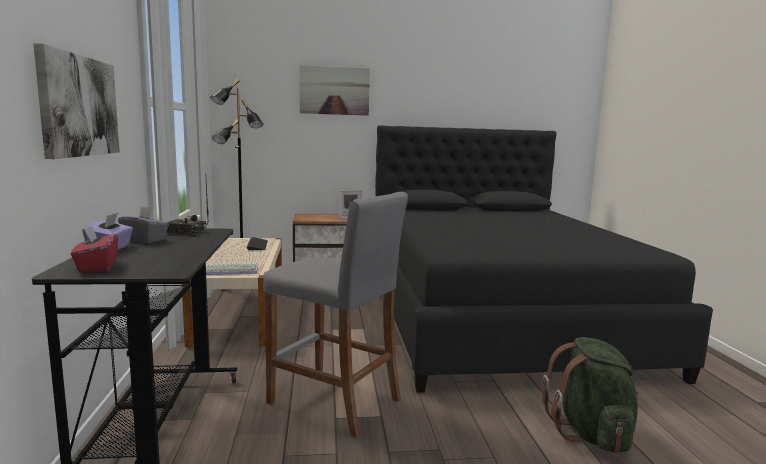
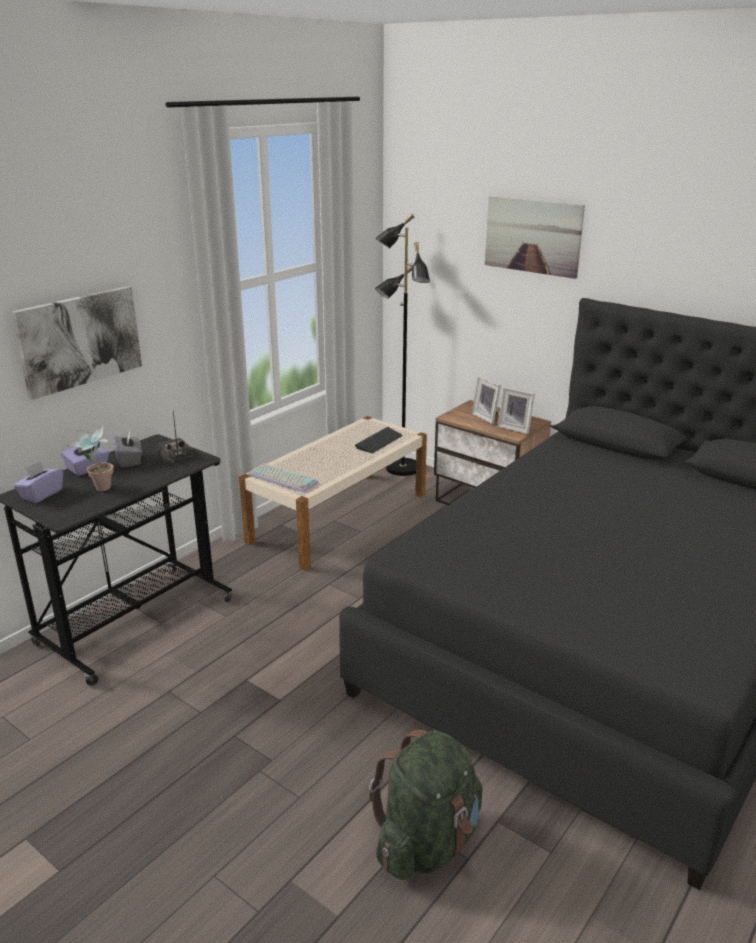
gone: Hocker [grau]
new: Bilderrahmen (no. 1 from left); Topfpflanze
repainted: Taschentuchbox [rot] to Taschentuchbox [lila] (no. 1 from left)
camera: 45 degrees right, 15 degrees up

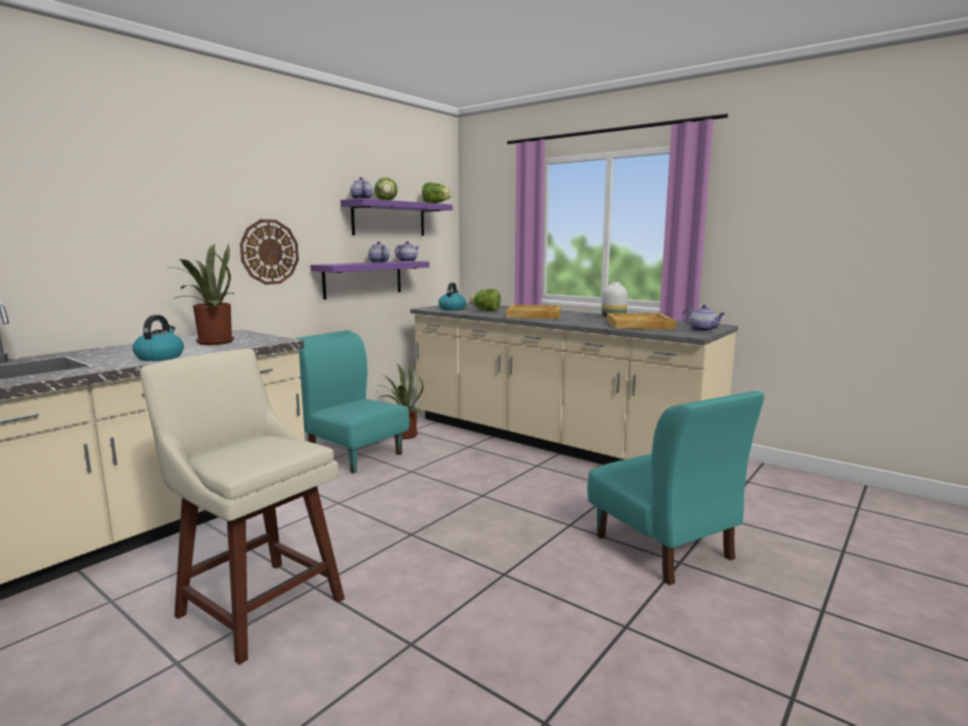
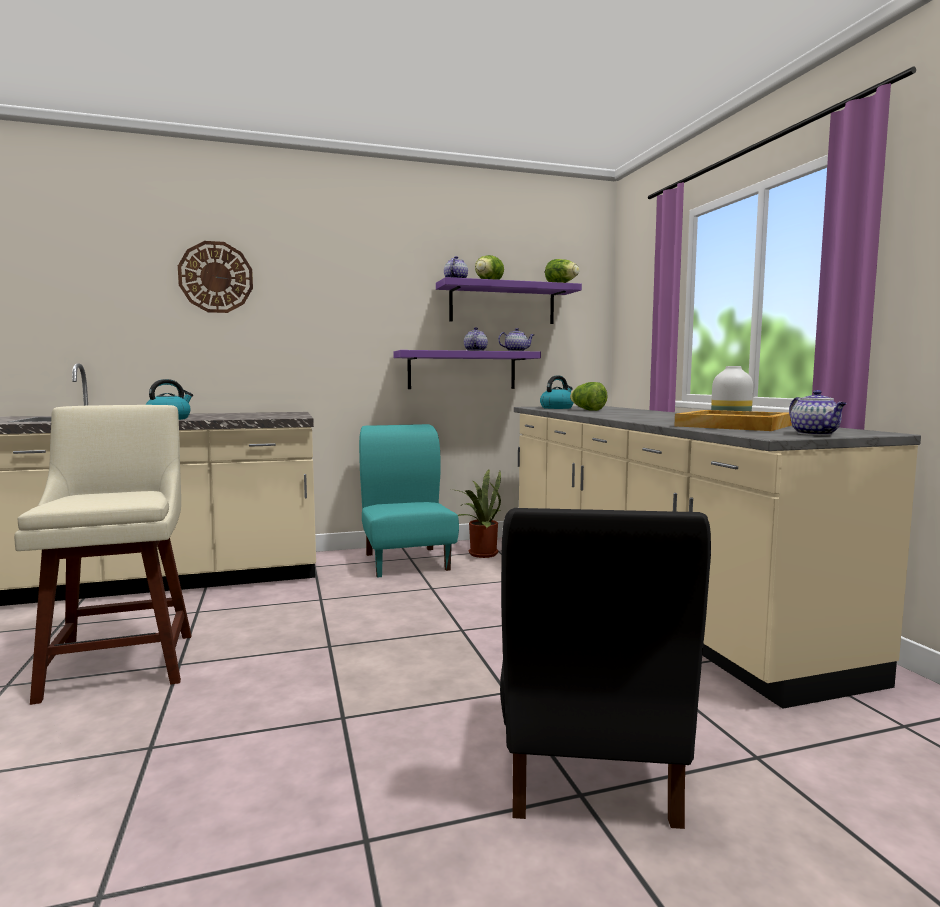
gone: Topfpflanze (no. 1 from left); Tablett [beige] (no. 1 from left)
shifted: Wanduhr
repainted: Stuhl [türkis] (no. 2 from left) to Stuhl [schwarz]
camera: 35 degrees right, 5 degrees down

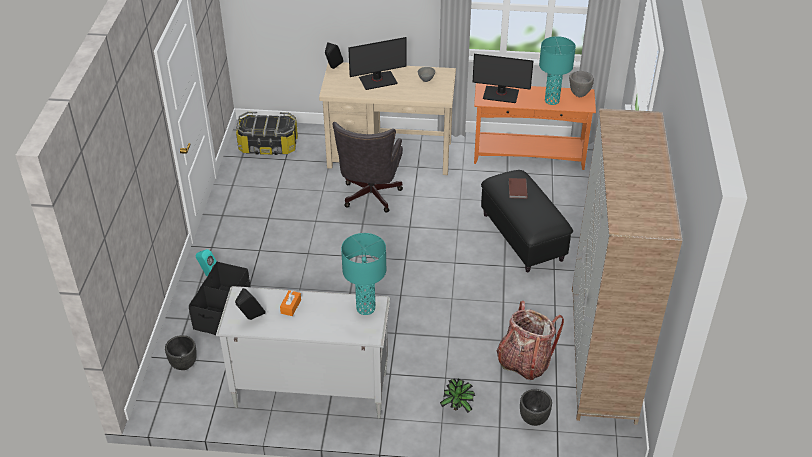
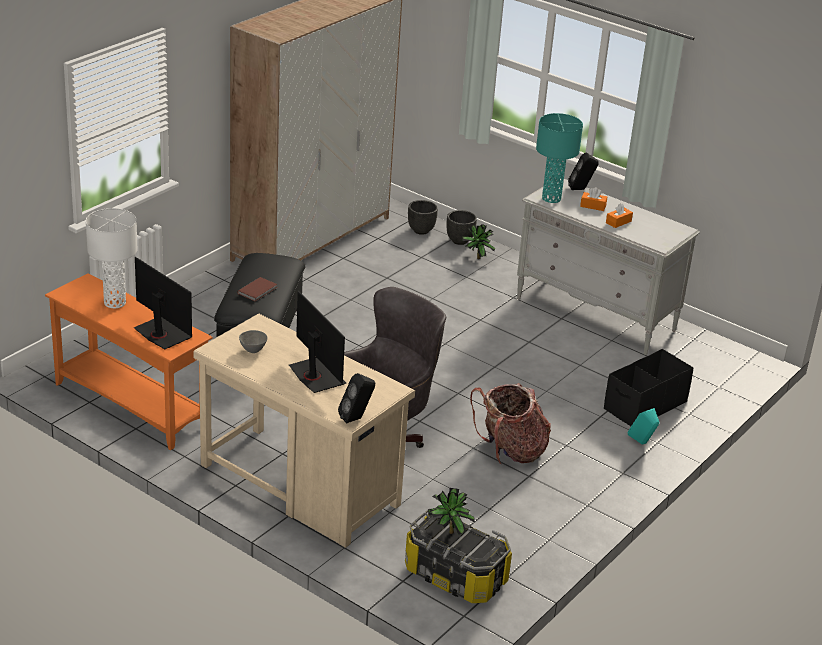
gone: Schüssel [grau] (no. 2 from left)
new: Taschentuchbox [orange] (no. 1 from left); Topfpflanze (no. 1 from left)
shifted: Lautsprecher [schwarz] (no. 1 from left in the first image) to Lautsprecher [schwarz] (no. 2 from left); Rucksack; Pflanzkübel [schwarz] (no. 1 from left in the first image) to Pflanzkübel [schwarz] (no. 2 from left)
repainted: Tischlampe [türkis] (no. 2 from left) to Tischlampe [weiß]
rotated: Monitor (no. 1 from left in the first image) 45 degrees clockwise
camera: 150 degrees left, 10 degrees down

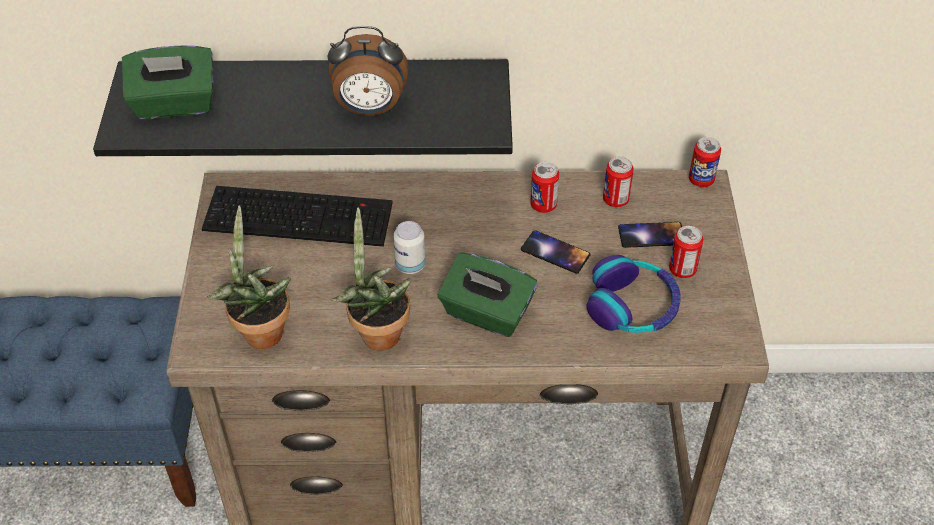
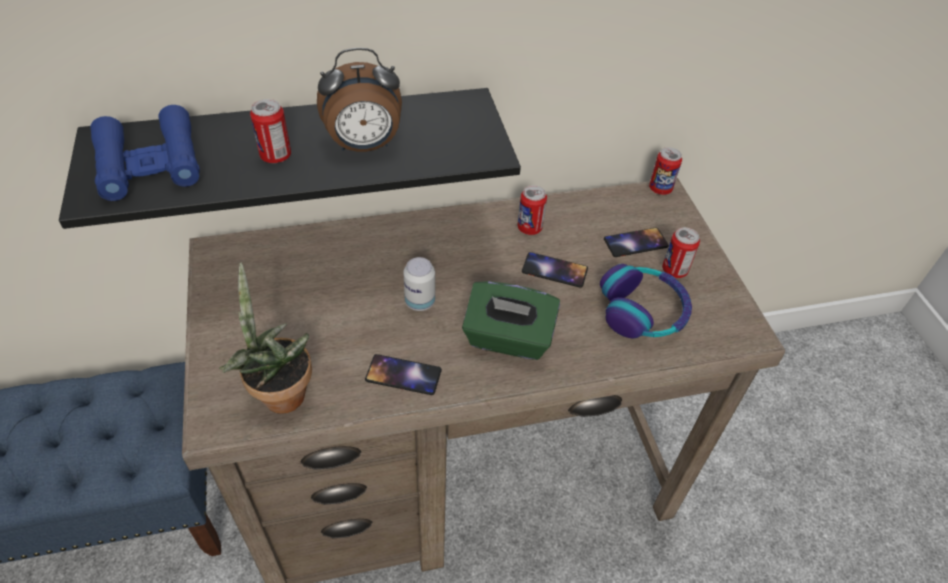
gone: Tastatur
shifted: Dose (no. 3 from left in the first image) to Dose (no. 1 from left)
swapped: Taschentuchbox [grün] (no. 1 from left) to Fernglas [blau]; Topfpflanze (no. 2 from left) to Handy (no. 1 from left)
camera: 15 degrees left, 0 degrees up

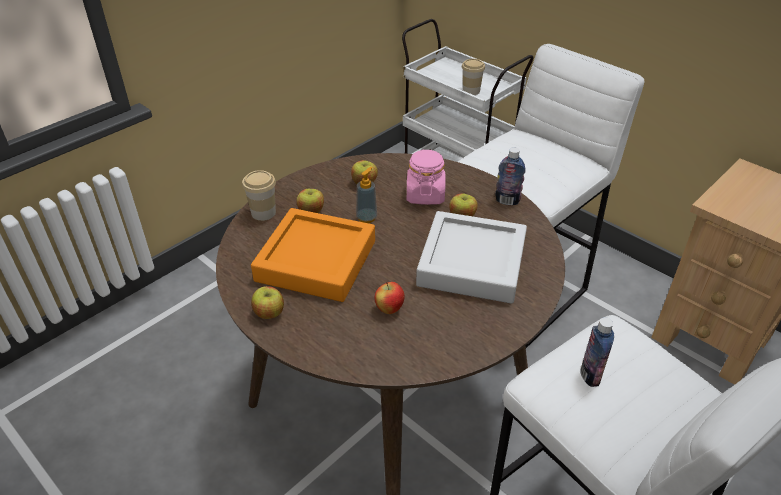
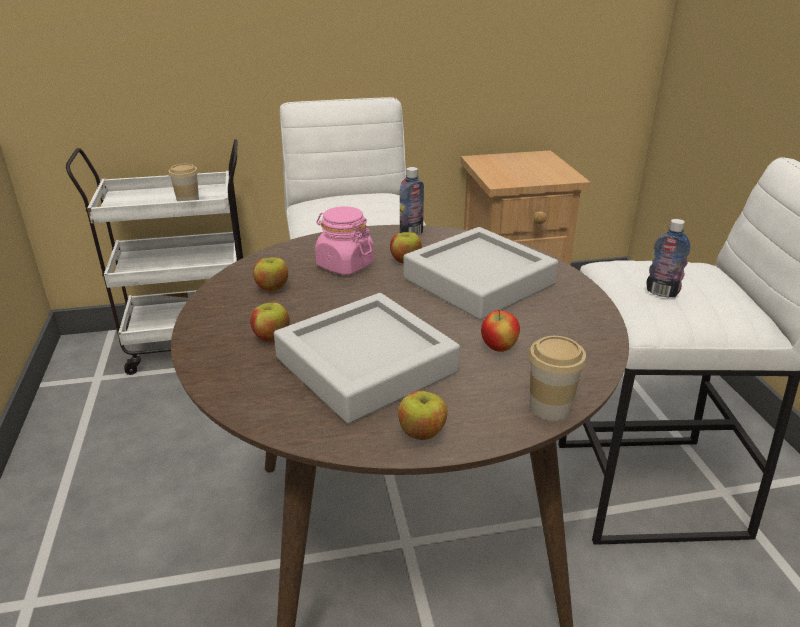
gone: Seifenspender
shifted: Tasse (no. 1 from left in the first image) to Tasse (no. 2 from left)
repainted: Tablett [orange] to Tablett [grau] (no. 1 from left)
camera: 55 degrees left, 10 degrees down

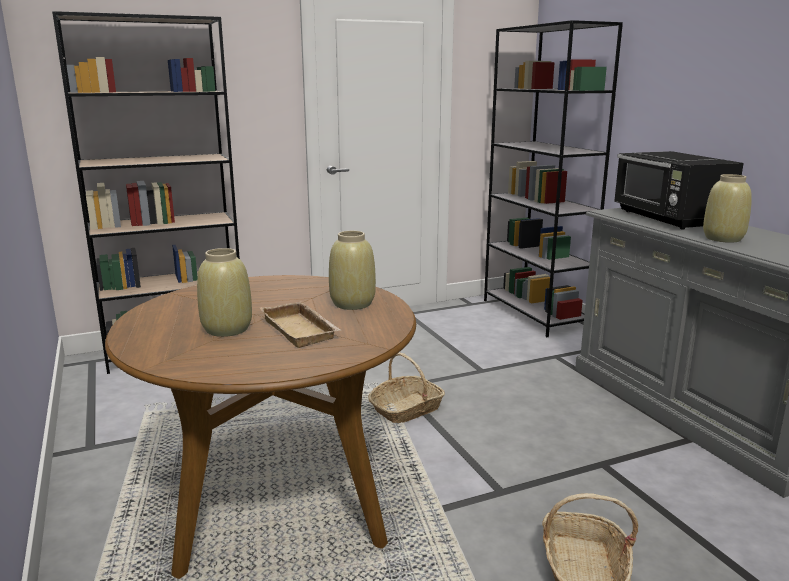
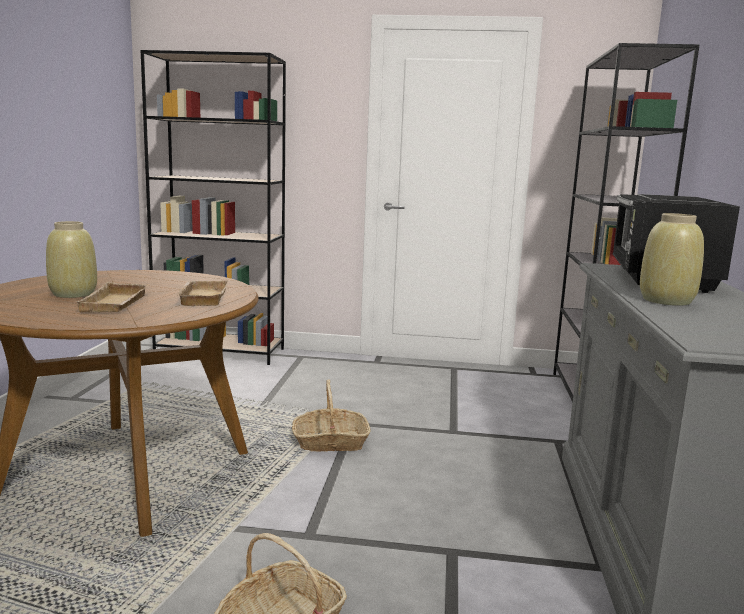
swapped: Vase [beige] (no. 2 from left) to Tablett [beige] (no. 2 from left)
camera: 30 degrees right, 5 degrees down

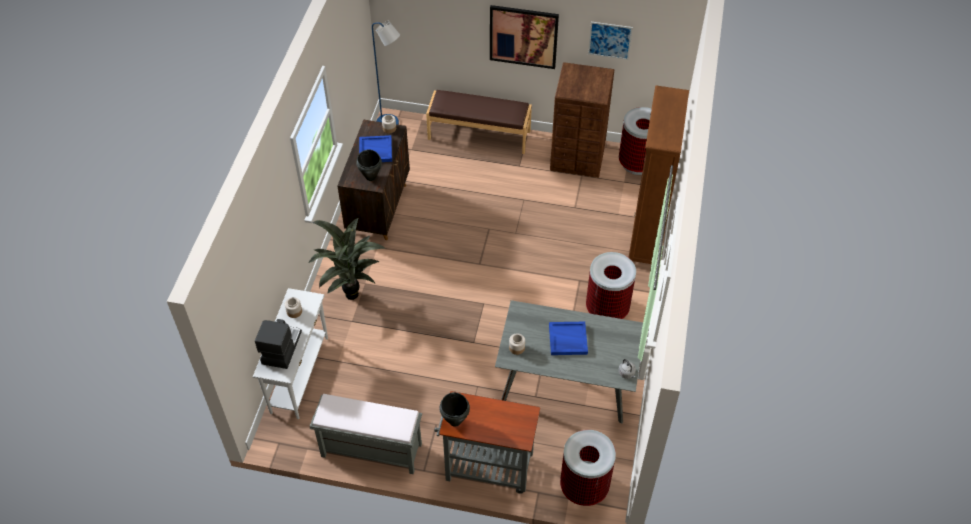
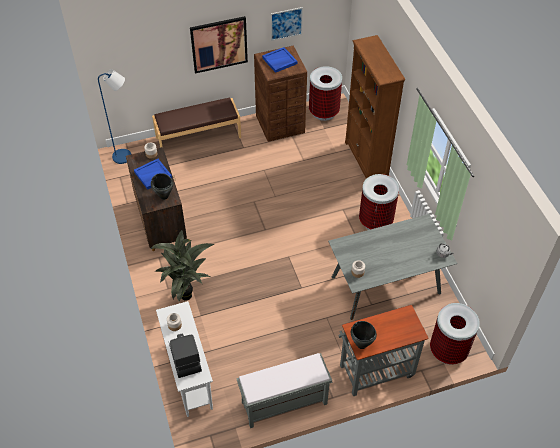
shifted: Tablett [blau] (no. 2 from left)
camera: 30 degrees left, 0 degrees up

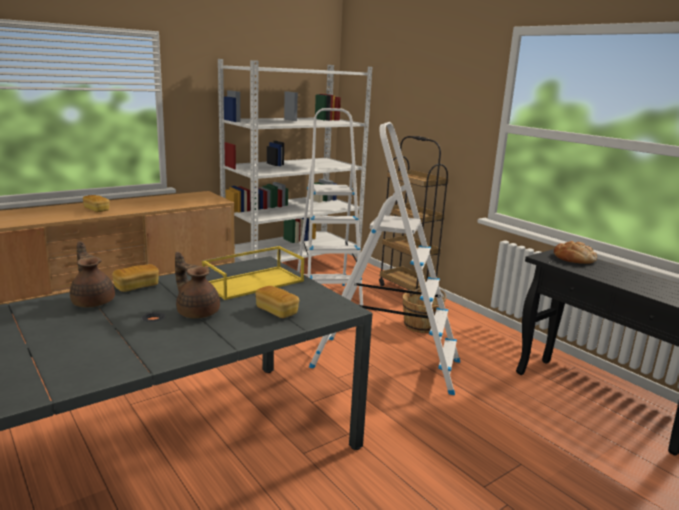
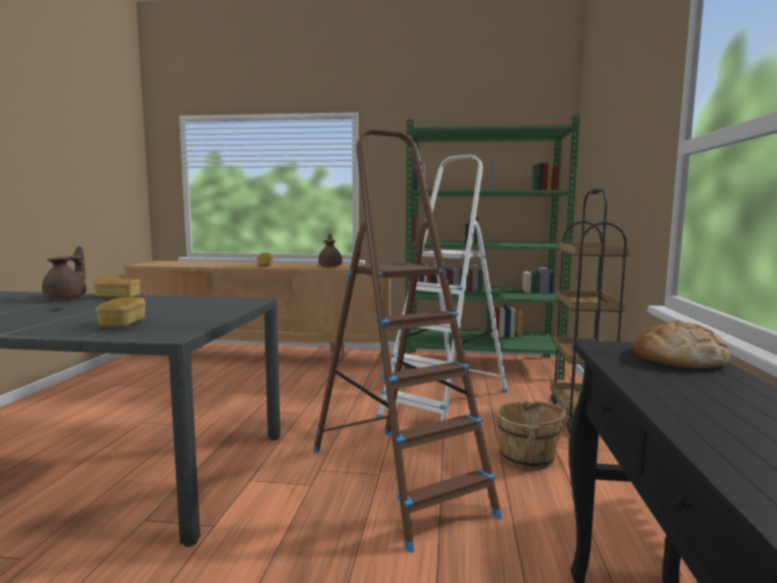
gone: Tablett [gelb]
shifted: Teekanne [braun] (no. 2 from left)
repainted: Bücherregal [weiß] to Bücherregal [grün]; Trittleiter [weiß] (no. 2 from left) to Trittleiter [braun]
camera: 45 degrees right, 10 degrees down

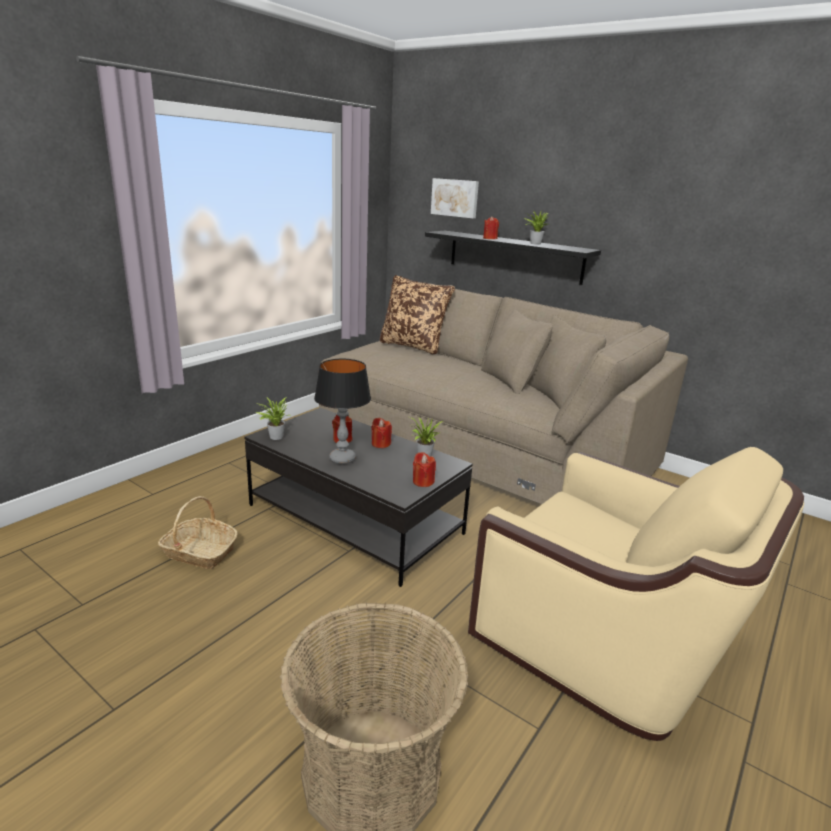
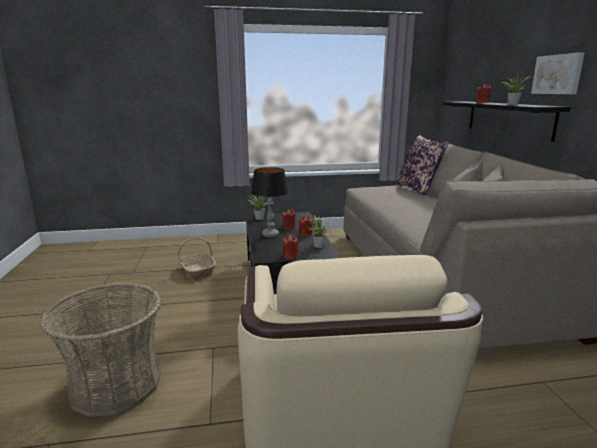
shifted: Bild
repainted: Kissen [braun] to Kissen [lila]
camera: 45 degrees right, 5 degrees down

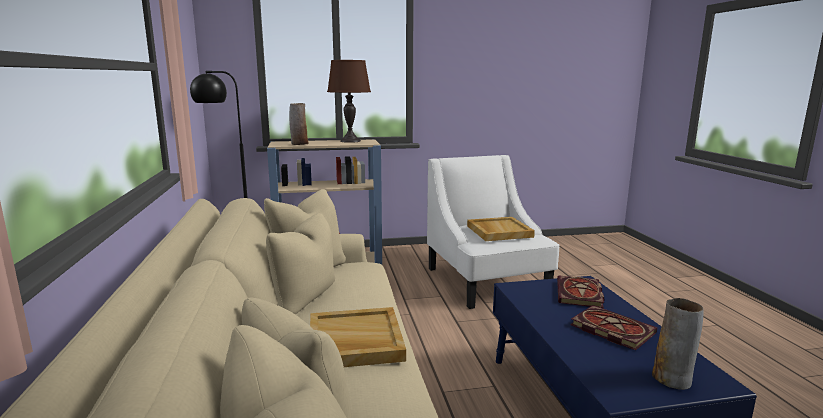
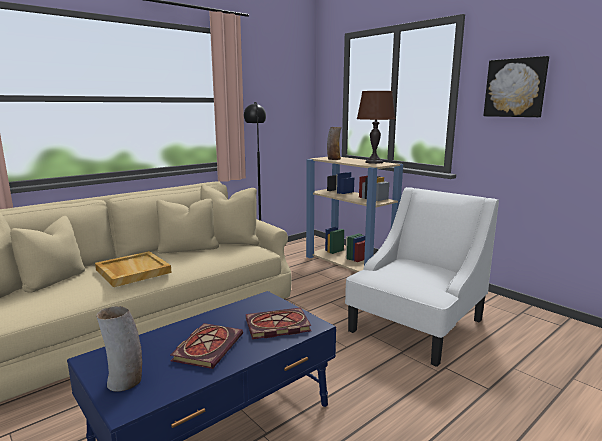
gone: Tablett [beige] (no. 2 from left)
new: Bild
camera: 60 degrees right, 0 degrees up

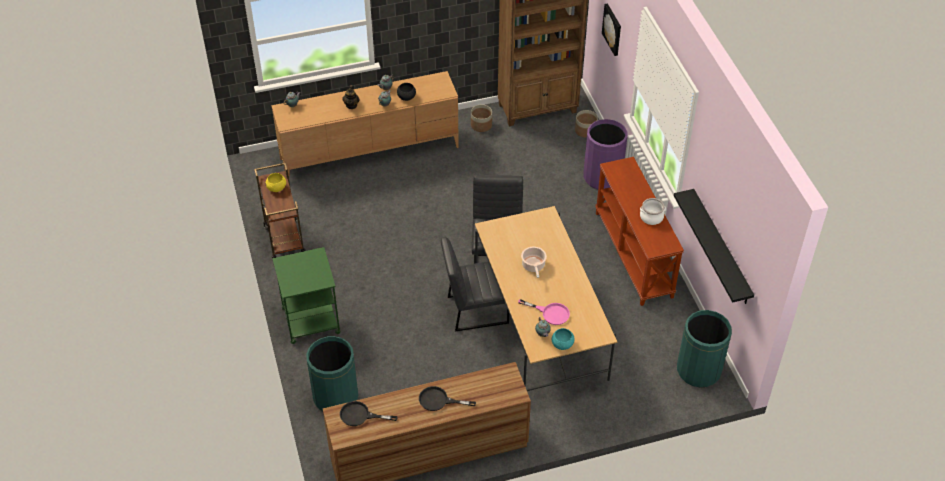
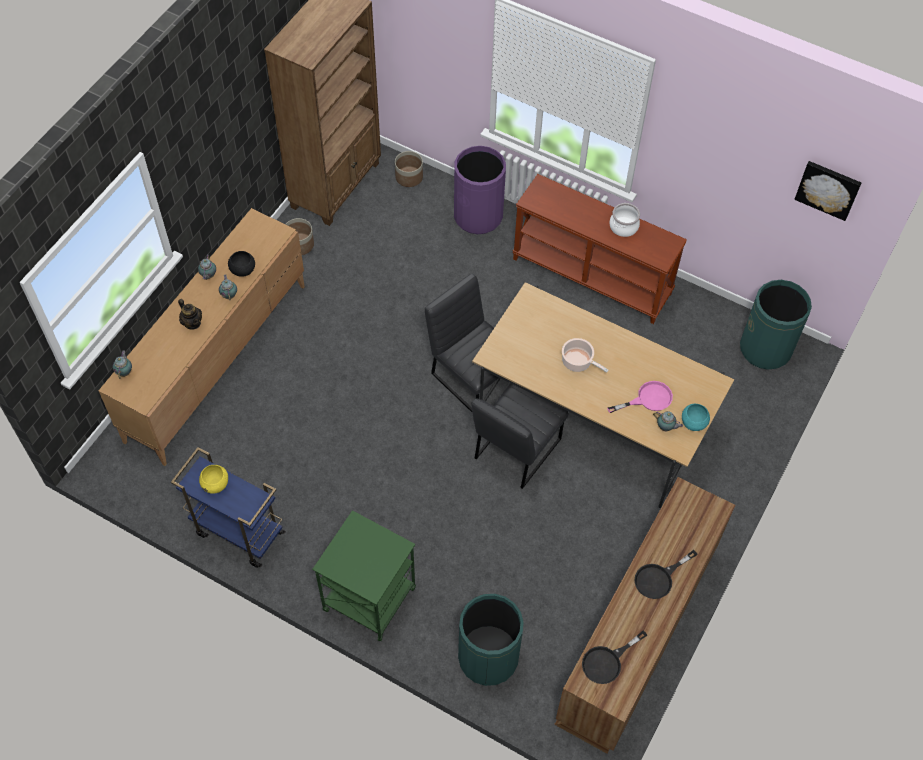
gone: Wandregal [schwarz]
shifted: Bild
repainted: Rollwagen [braun] to Rollwagen [blau]
camera: 45 degrees left, 10 degrees up

